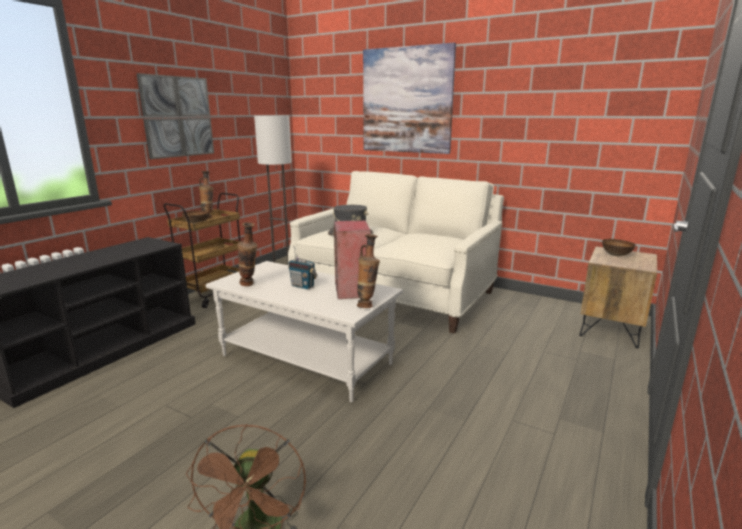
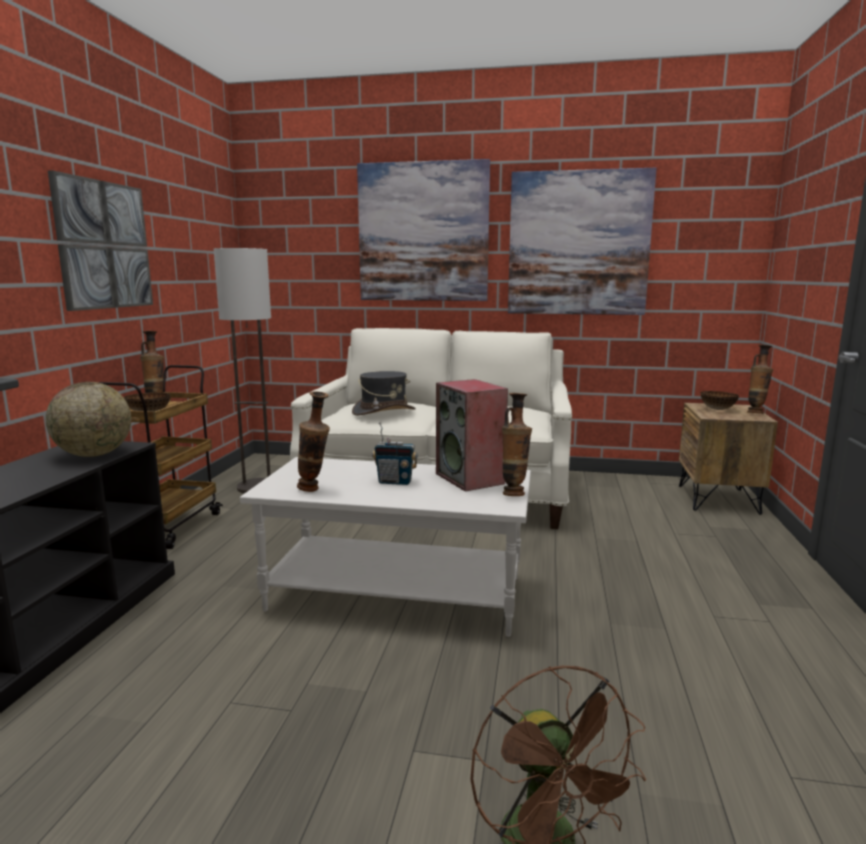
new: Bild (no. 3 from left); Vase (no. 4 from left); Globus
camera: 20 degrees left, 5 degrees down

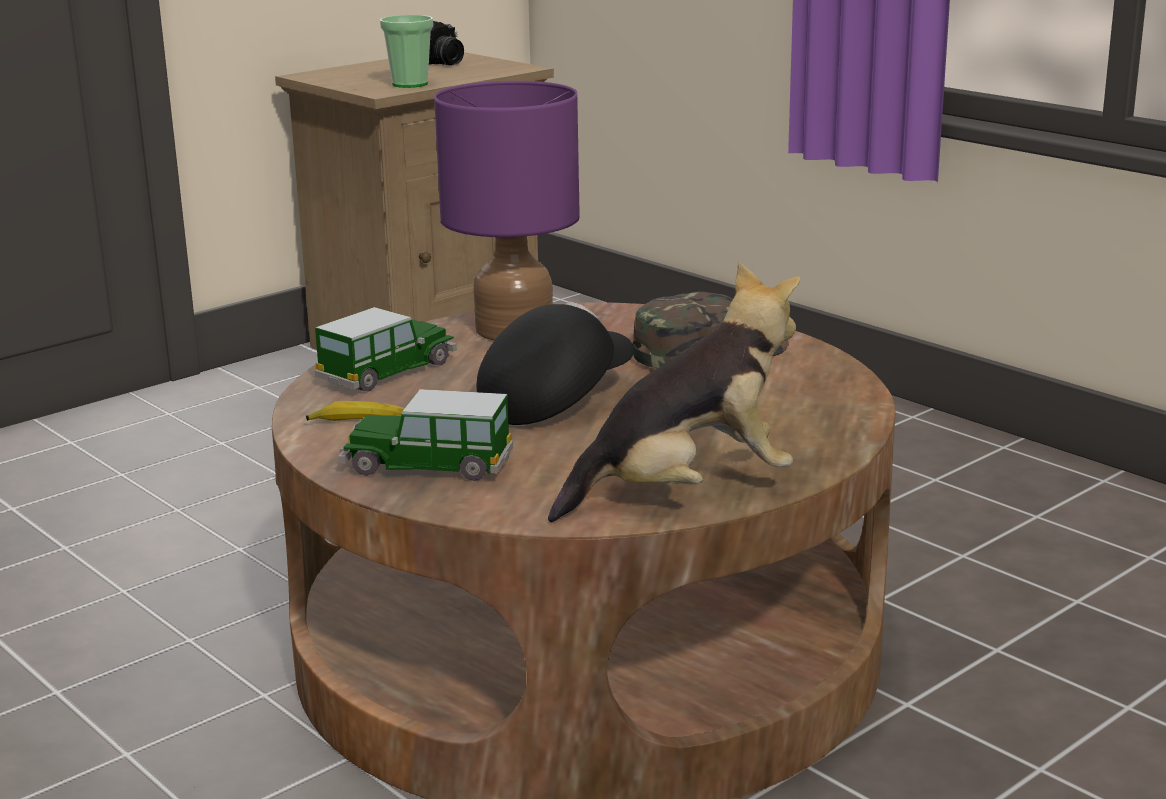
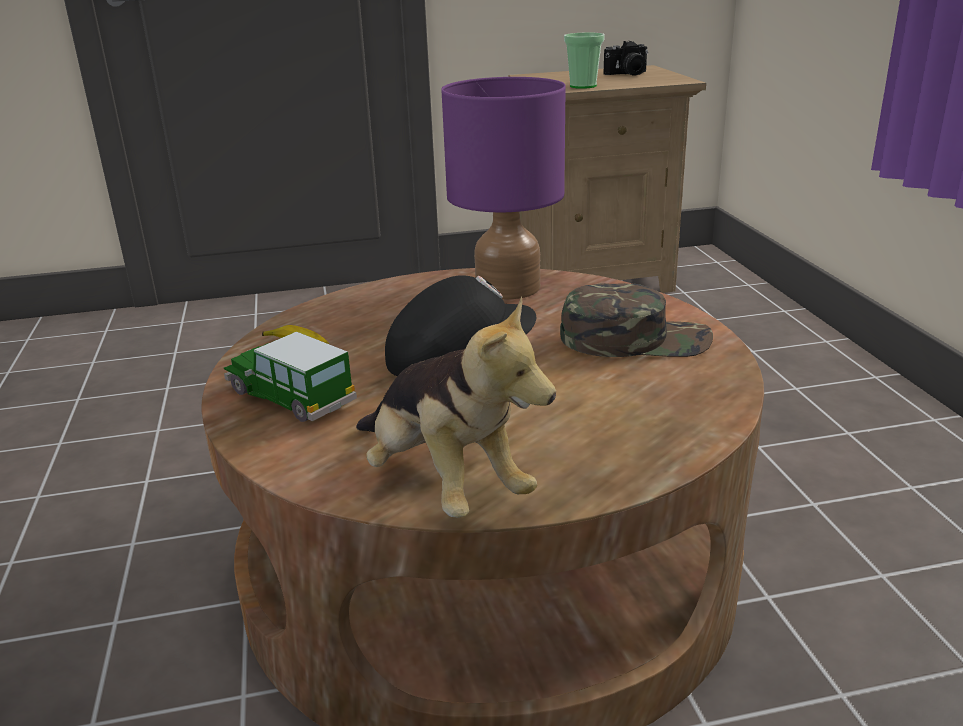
gone: Spielzeugauto (no. 1 from left)
rotated: Plüschtier 45 degrees clockwise
camera: 30 degrees right, 5 degrees up

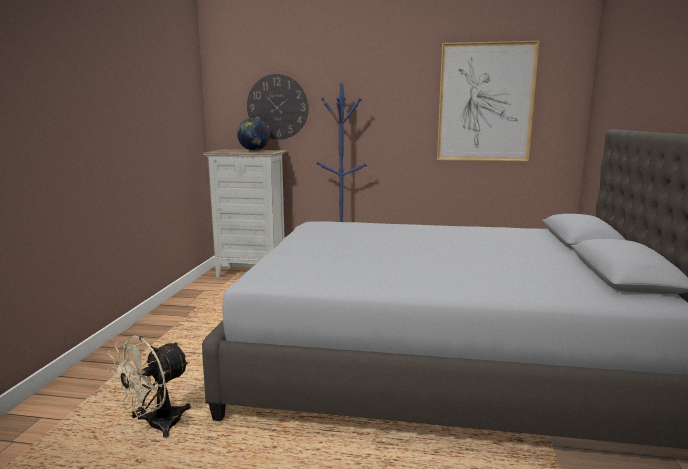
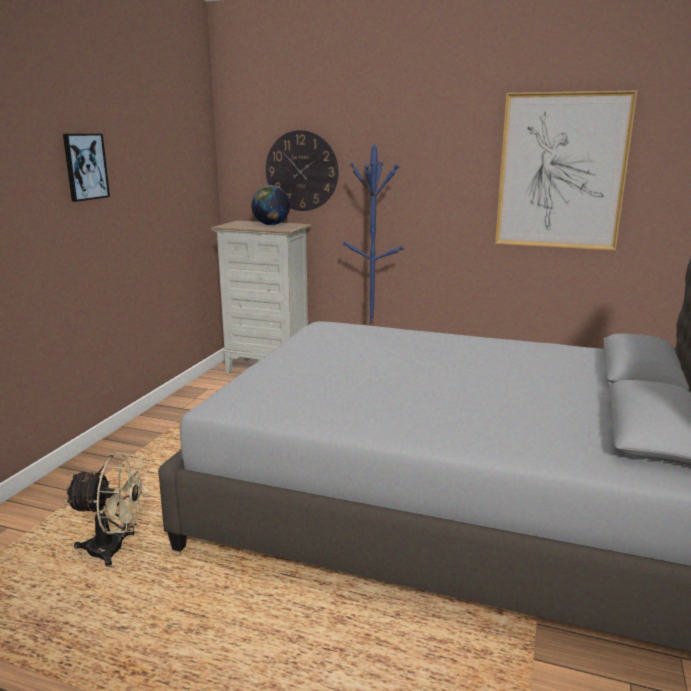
new: Bild (no. 1 from left)
rotated: Ventilator [beige] 135 degrees counterclockwise
camera: 10 degrees right, 5 degrees up

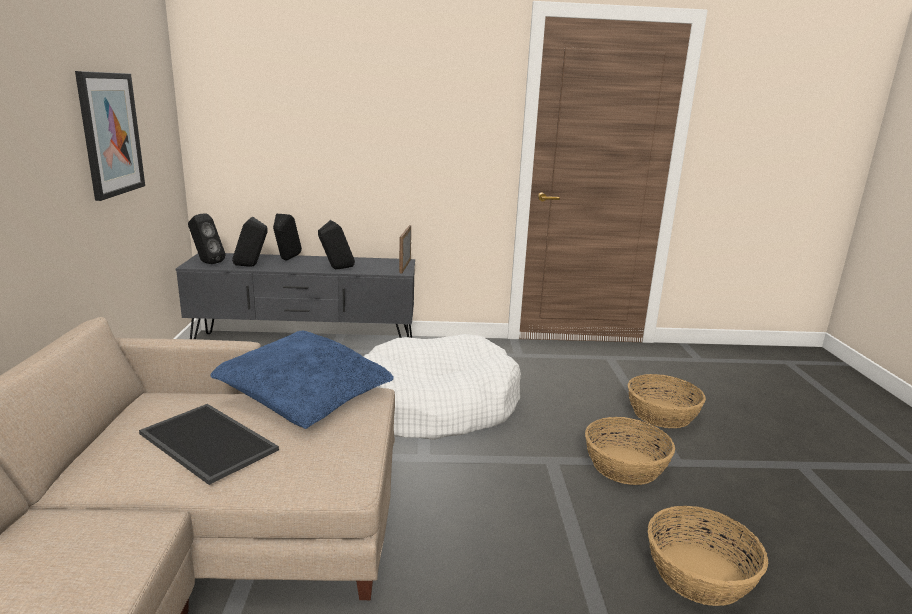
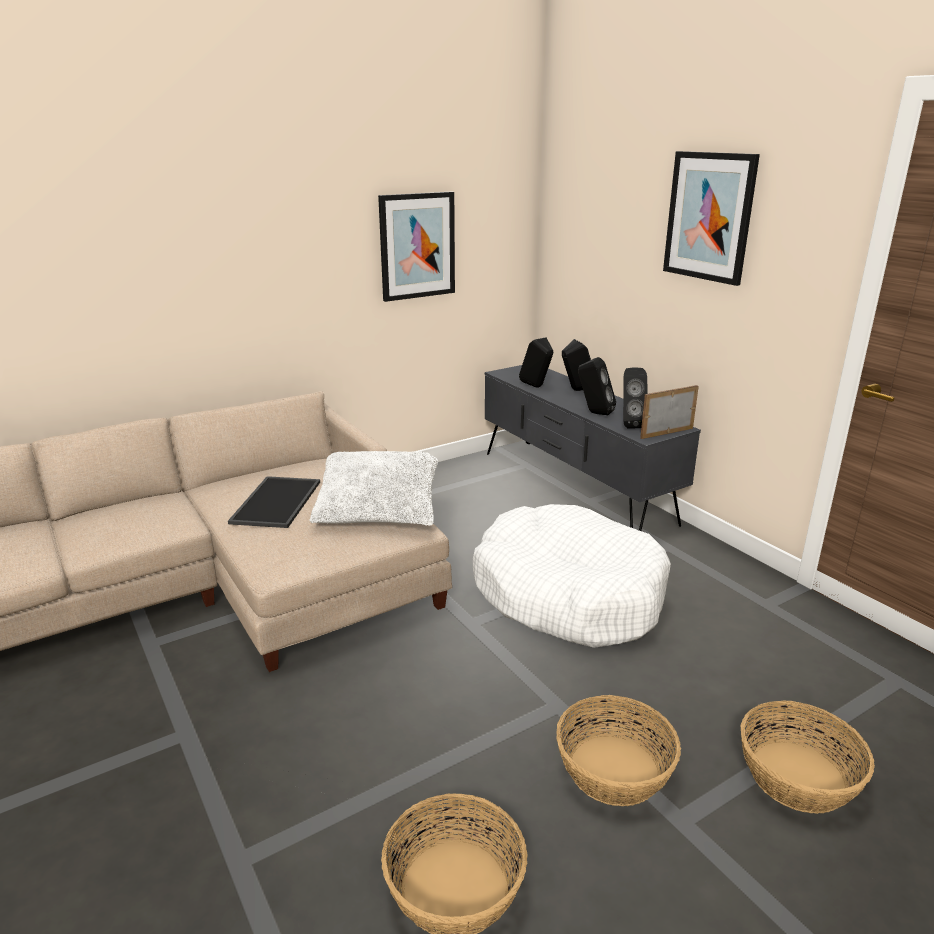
new: Bild (no. 2 from left)
shifted: Lautsprecher [schwarz] (no. 1 from left in the first image) to Lautsprecher [schwarz] (no. 4 from left)
repainted: Kissen [blau] to Kissen [weiß]
camera: 60 degrees right, 5 degrees up

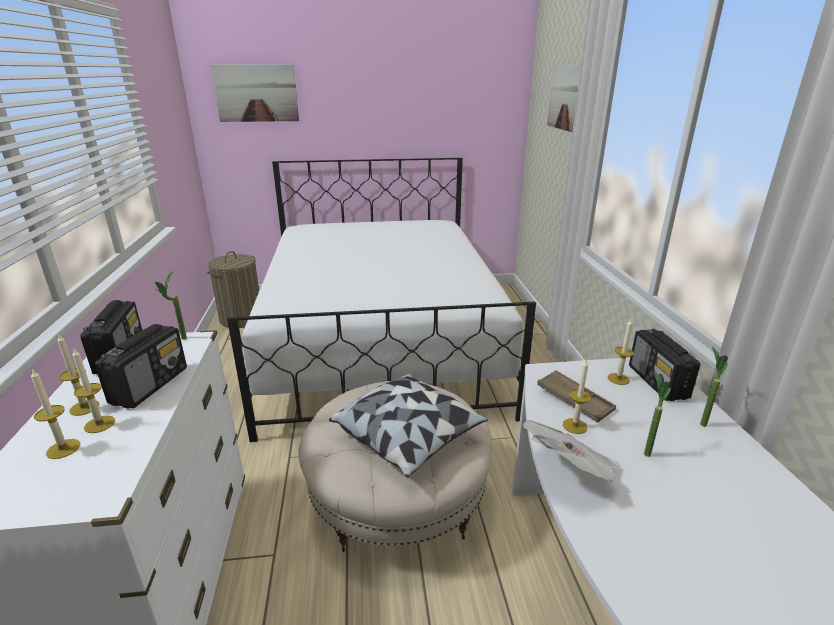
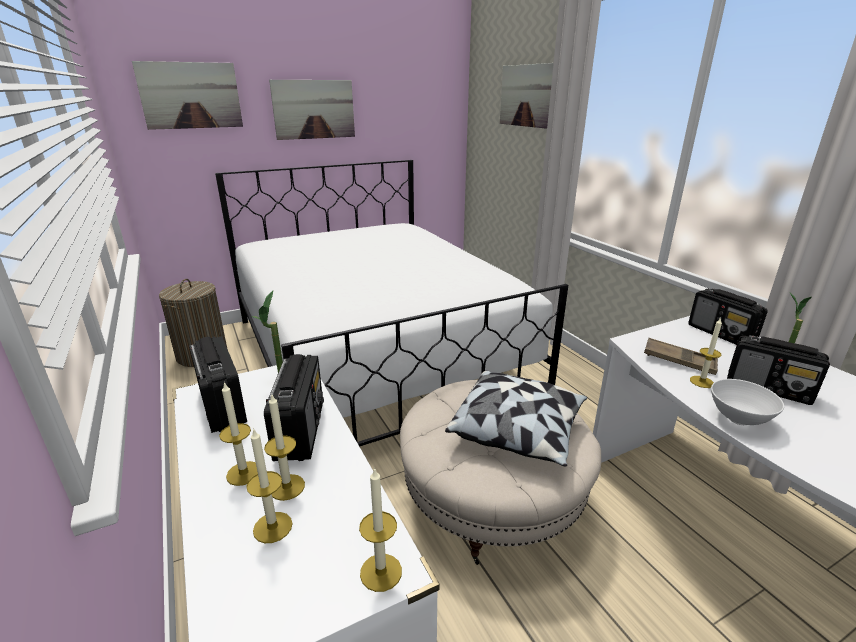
new: Bild (no. 2 from left)
shifted: Kerze (no. 5 from left in the first image) to Kerze (no. 4 from left)
swapped: Topfpflanze (no. 2 from left) to Radio (no. 4 from left); Zeitung to Schüssel [weiß]
camera: 20 degrees left, 0 degrees up

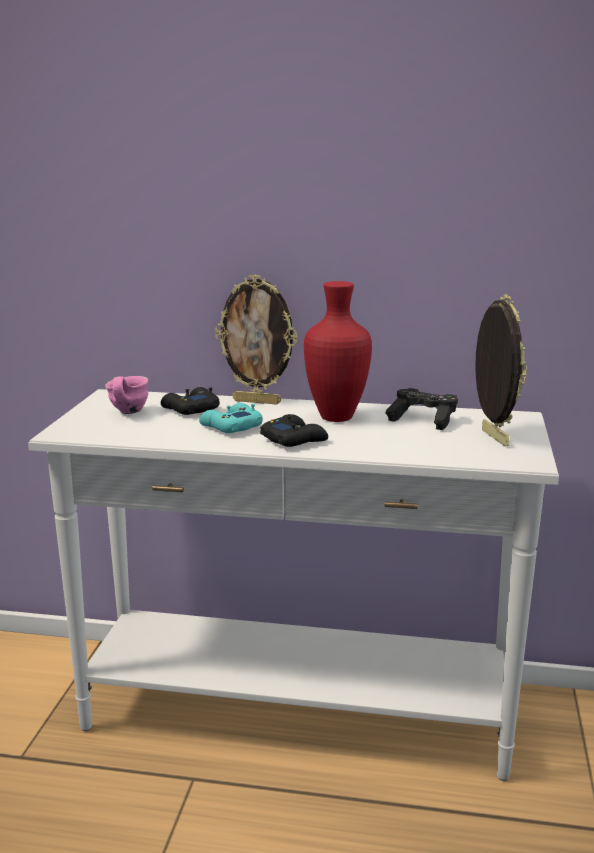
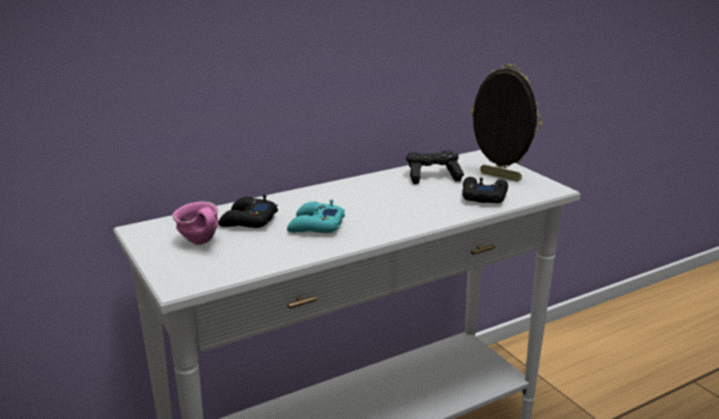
gone: Bilderrahmen (no. 1 from left); Vase [rot]
shifted: Gamepad [schwarz] (no. 2 from left in the first image) to Gamepad [schwarz] (no. 3 from left)
camera: 40 degrees left, 5 degrees up

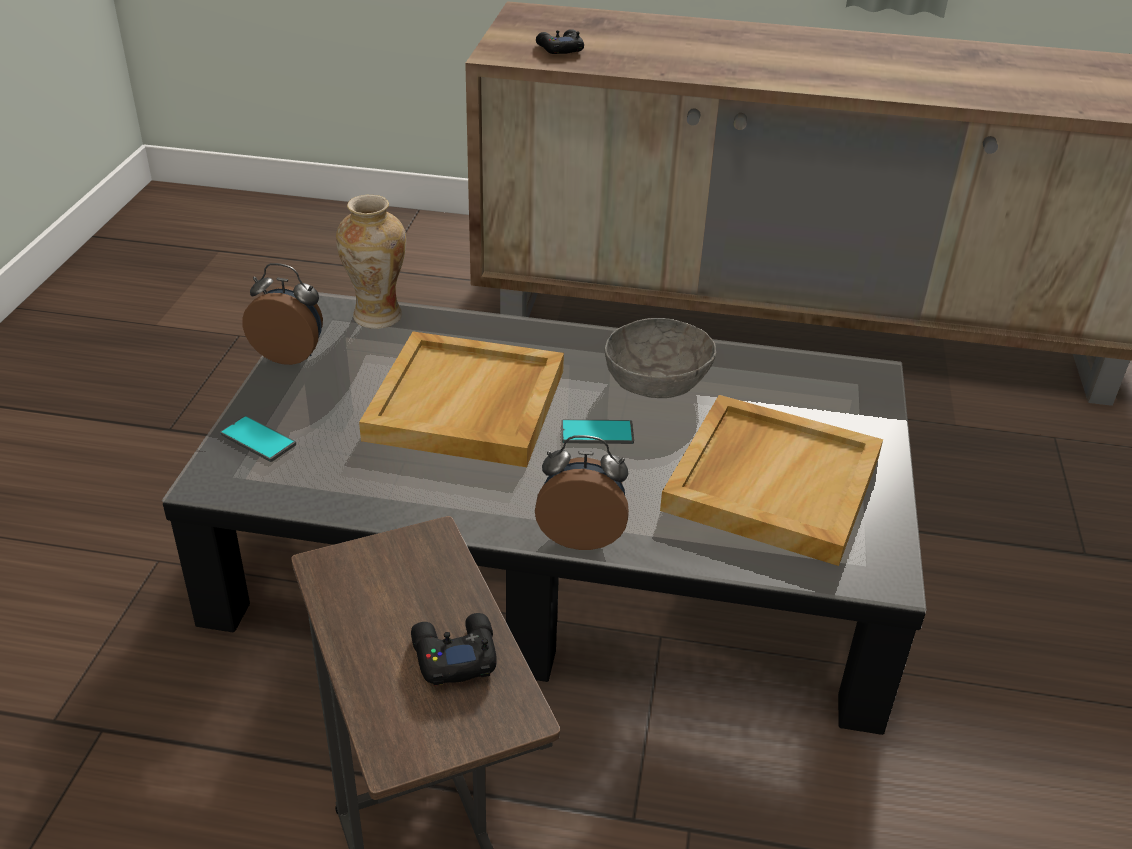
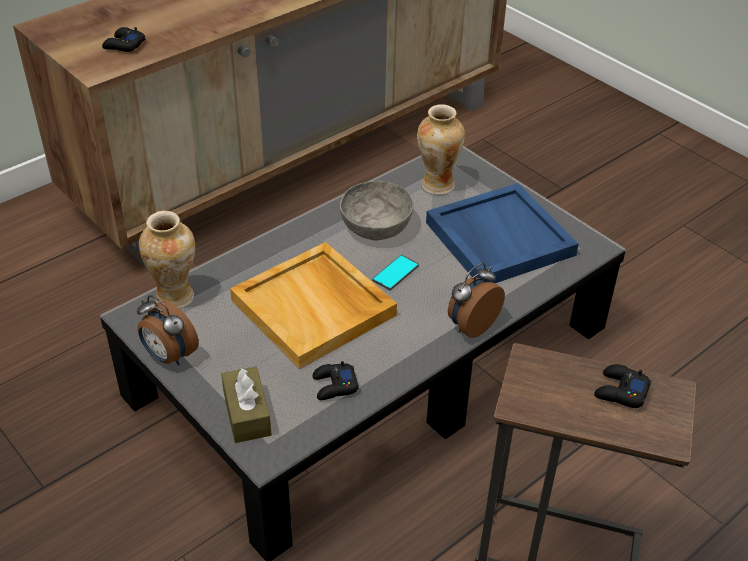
new: Vase (no. 2 from left); Gamepad [schwarz] (no. 2 from left)
swapped: Handy (no. 1 from left) to Taschentuchbox [braun]
repainted: Tablett [beige] (no. 2 from left) to Tablett [blau]
rotated: Wecker (no. 1 from left) 105 degrees counterclockwise
camera: 50 degrees left, 5 degrees up

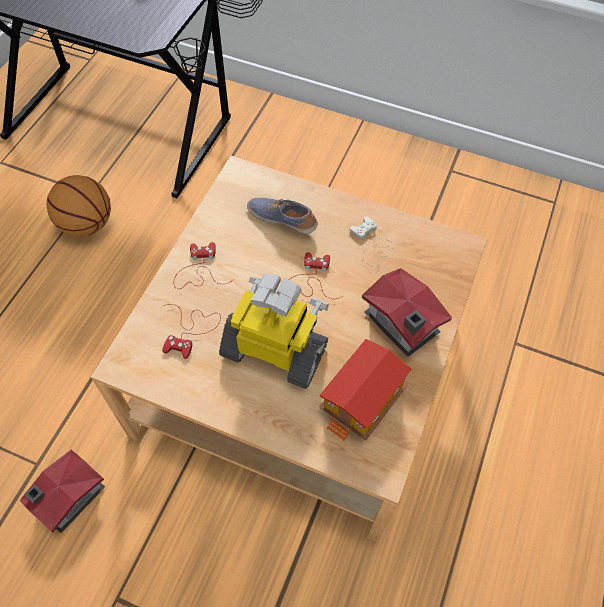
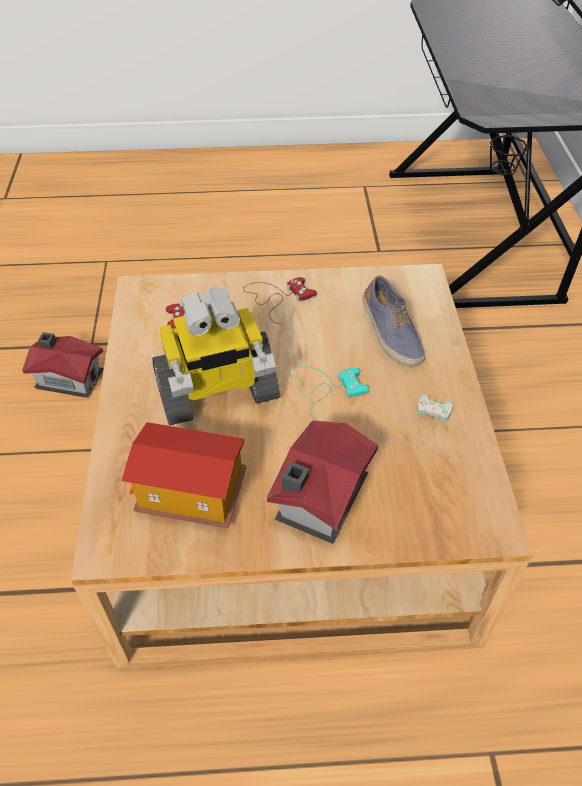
gone: Basketball
repainted: Gamepad [rot] (no. 3 from left) to Gamepad [türkis]
rotated: Schuh 150 degrees clockwise; Spielzeugroboter 75 degrees clockwise
camera: 65 degrees right, 10 degrees down

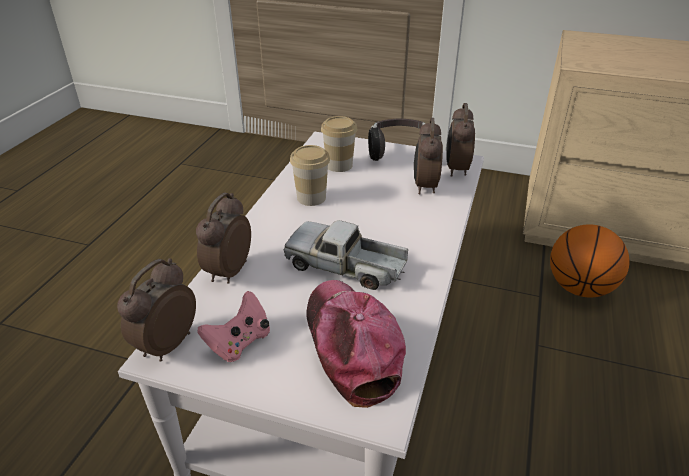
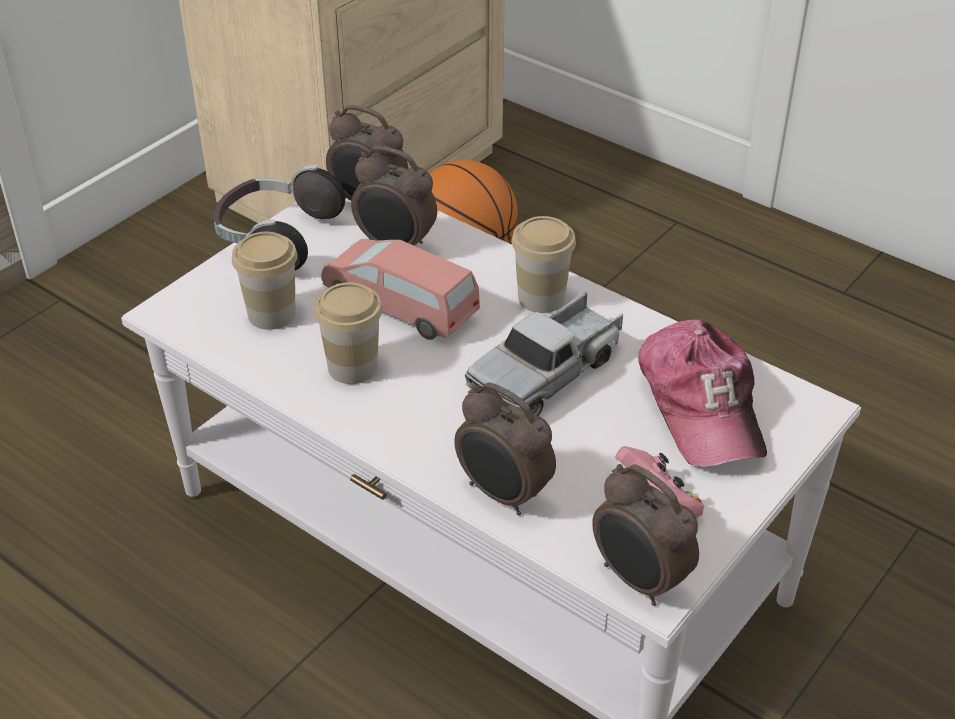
new: Tasse (no. 3 from left); Spielzeugauto [rosa]
rotated: Kappe 105 degrees counterclockwise
camera: 70 degrees left, 5 degrees up

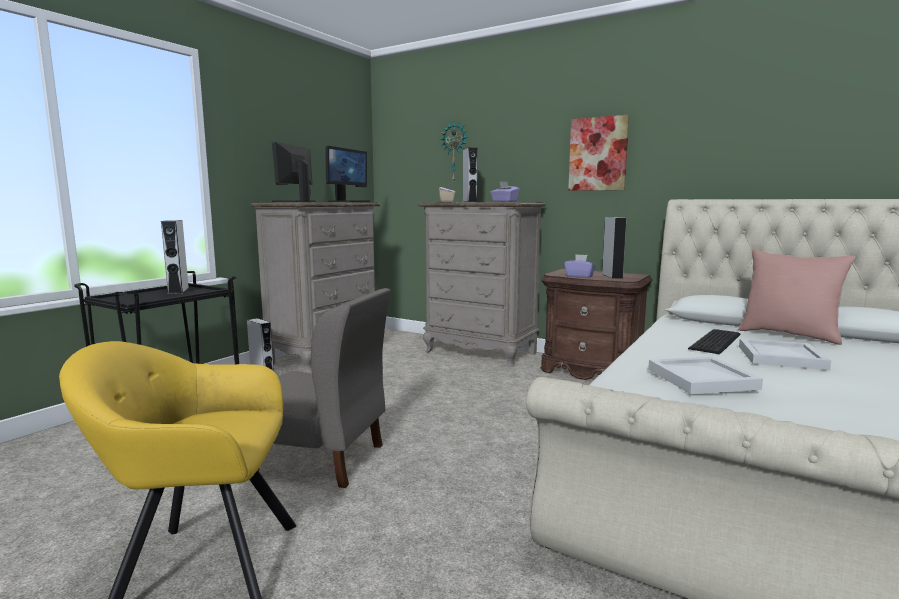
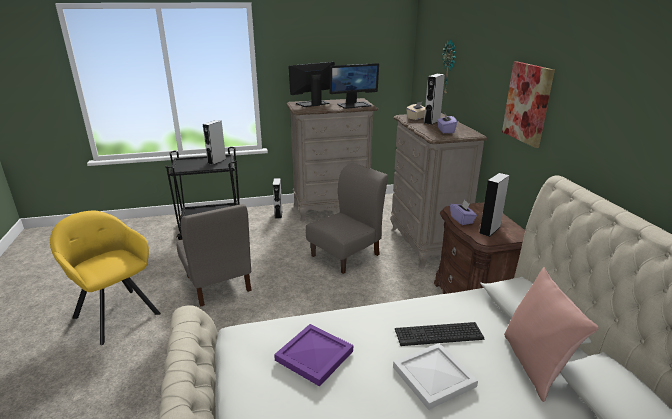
new: Stuhl [grau] (no. 2 from left)
repainted: Tablett [weiß] (no. 1 from left) to Tablett [lila]
camera: 45 degrees right, 15 degrees up

